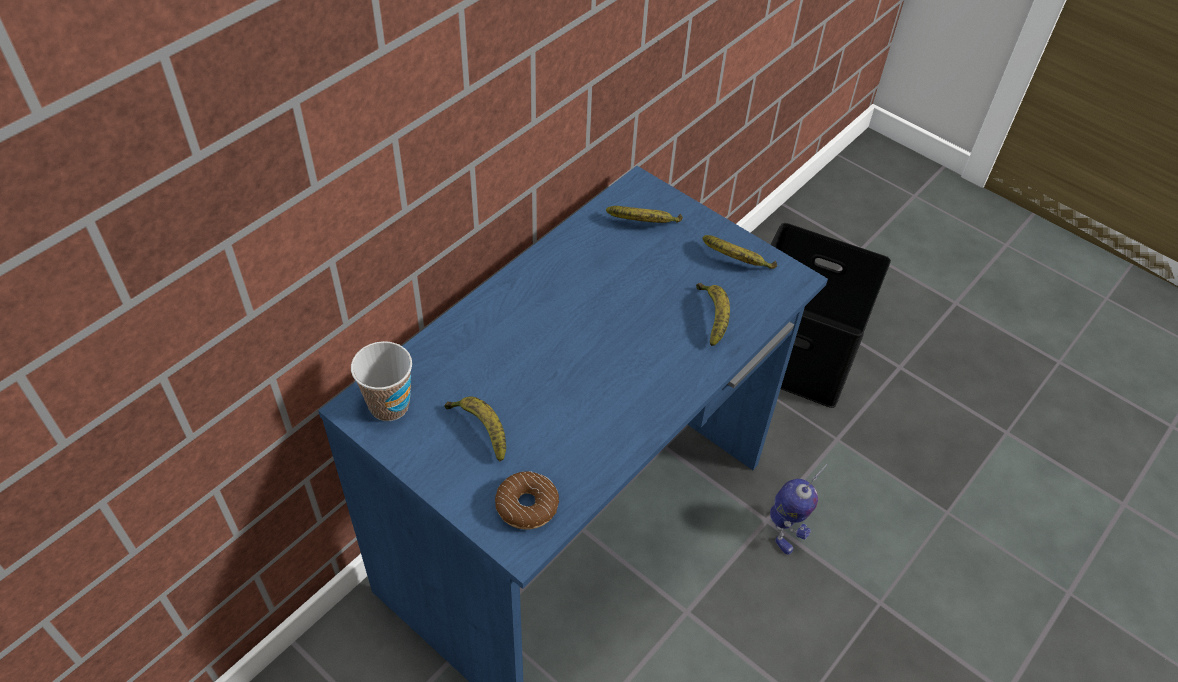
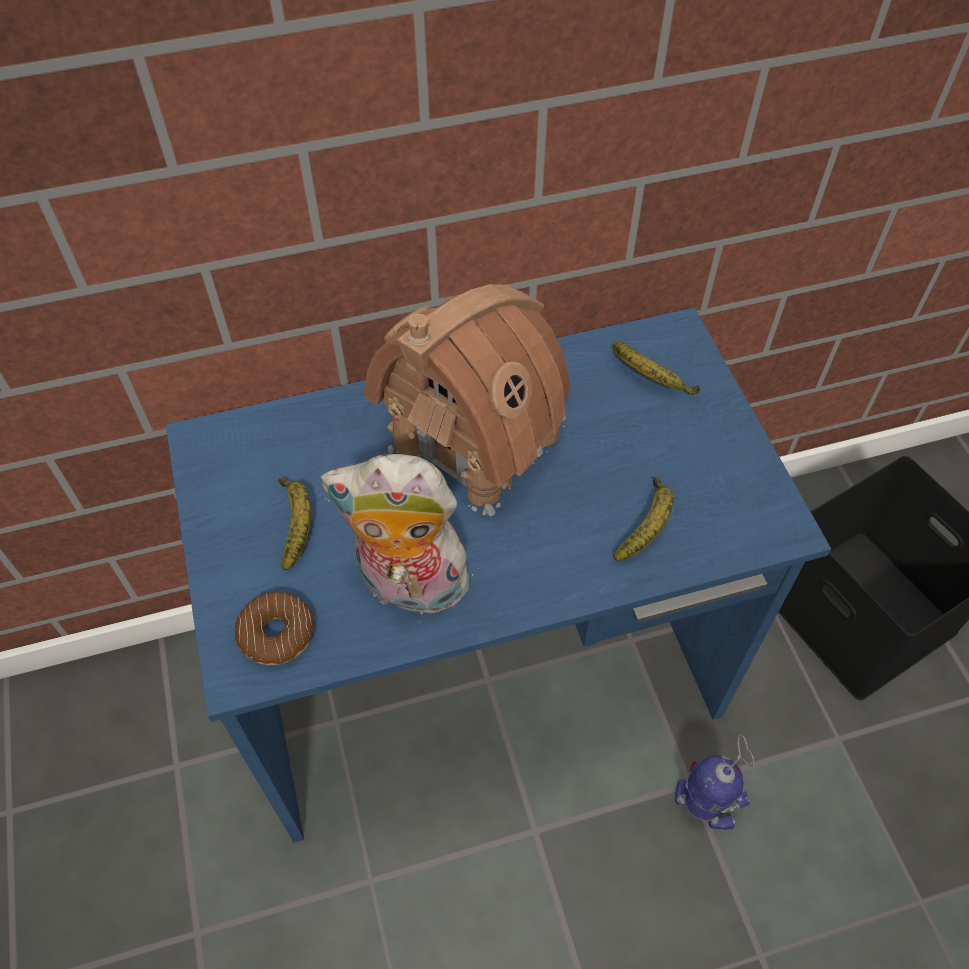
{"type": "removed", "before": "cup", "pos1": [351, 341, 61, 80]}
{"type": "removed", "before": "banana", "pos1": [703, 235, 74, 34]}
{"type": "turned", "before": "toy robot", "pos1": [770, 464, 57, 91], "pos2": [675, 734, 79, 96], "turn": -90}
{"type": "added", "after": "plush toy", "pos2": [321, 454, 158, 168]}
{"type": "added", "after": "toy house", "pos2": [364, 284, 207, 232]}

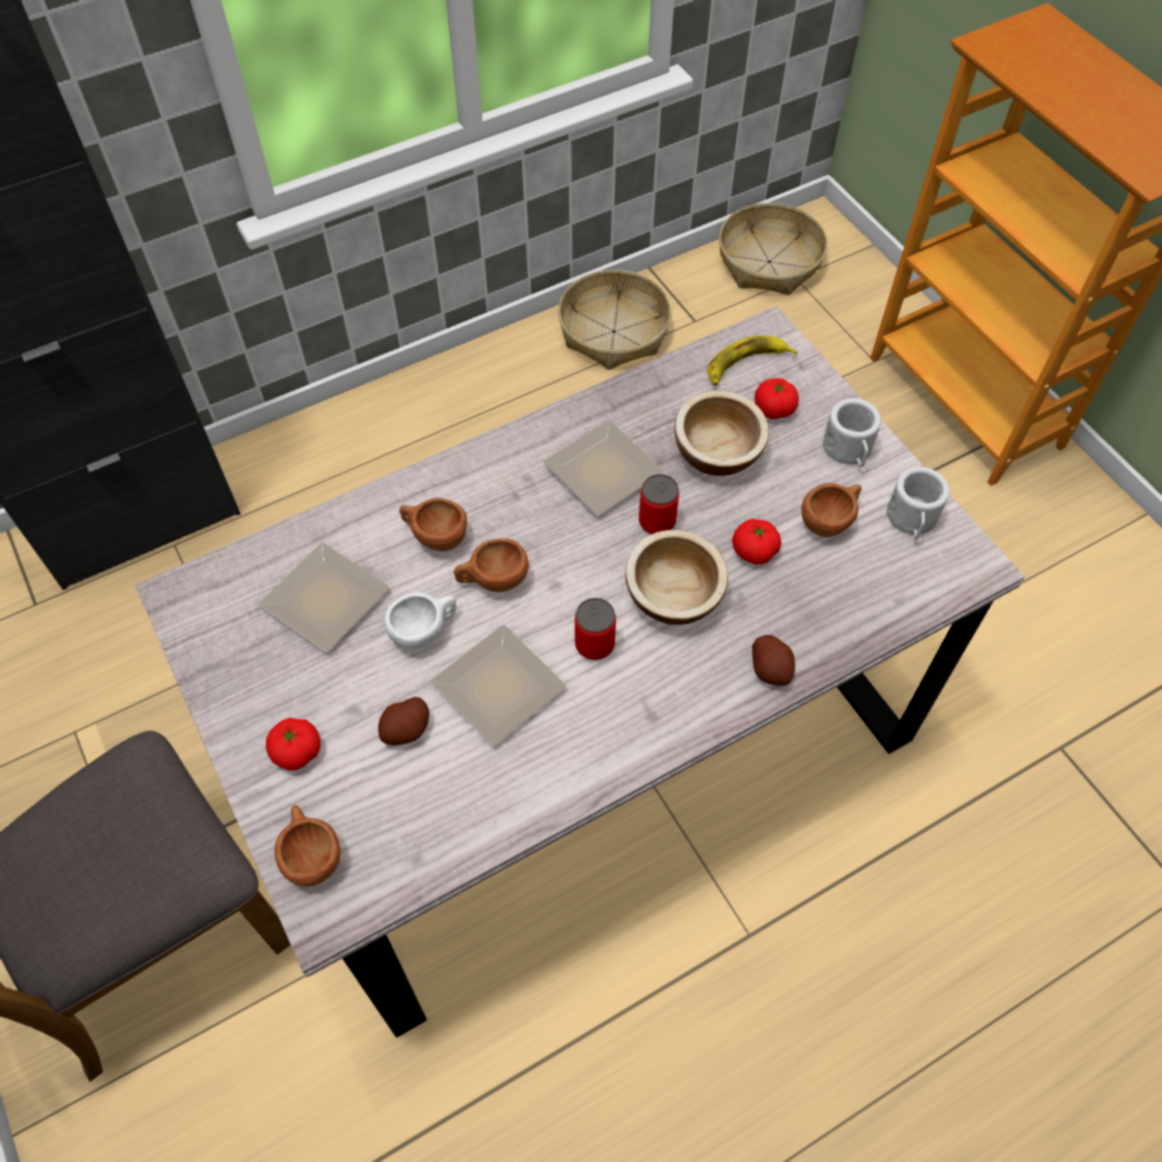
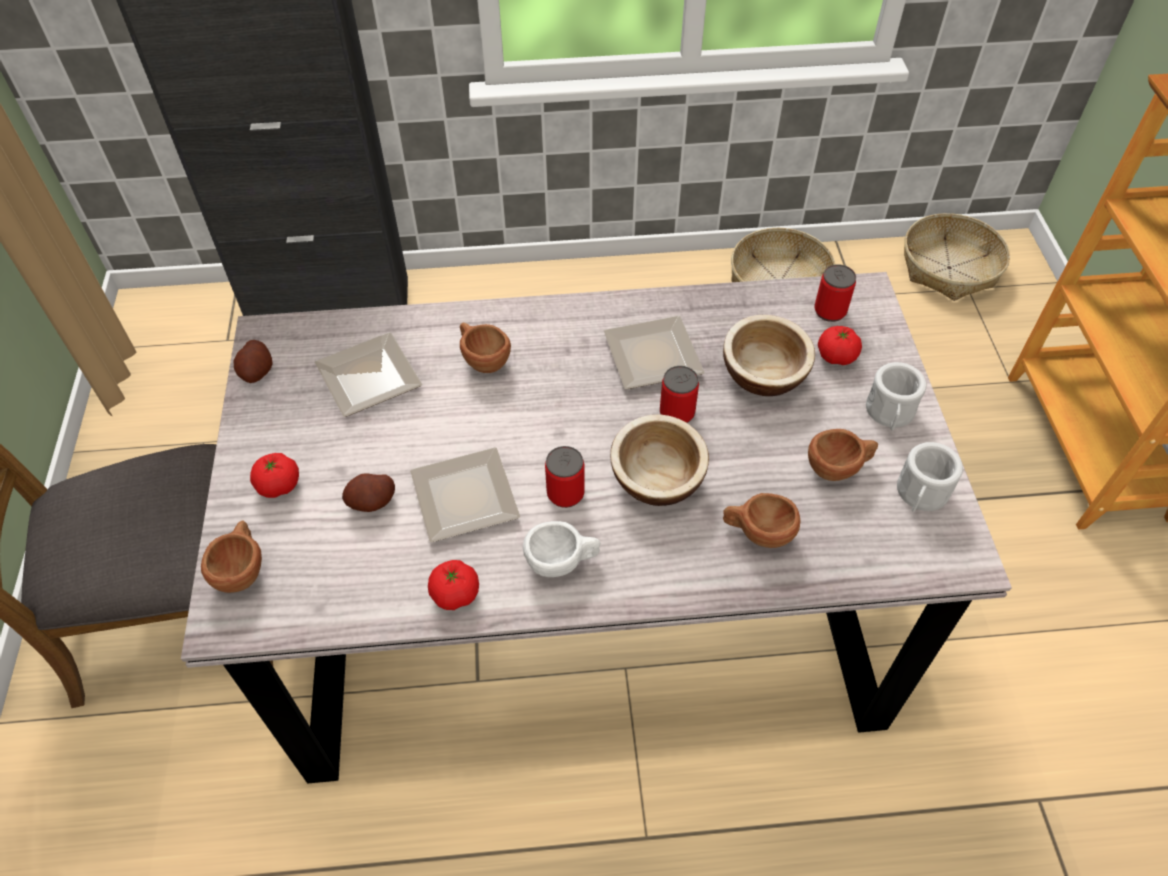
{"type": "moved", "before": "white cup", "pos1": [384, 592, 73, 58], "pos2": [523, 521, 78, 56]}
{"type": "moved", "before": "brown cup", "pos1": [454, 538, 75, 54], "pos2": [723, 493, 77, 55]}
{"type": "replaced", "before": "banana", "after": "can", "pos1": [707, 336, 91, 50], "pos2": [814, 264, 42, 58]}
{"type": "moved", "before": "tomato", "pos1": [732, 519, 49, 45], "pos2": [428, 560, 51, 50]}
{"type": "moved", "before": "potato", "pos1": [752, 635, 43, 51], "pos2": [234, 340, 38, 43]}

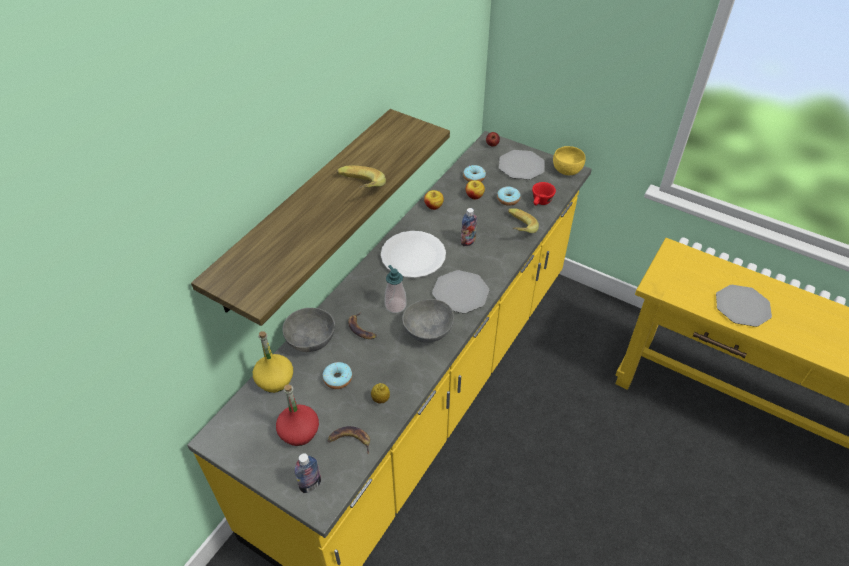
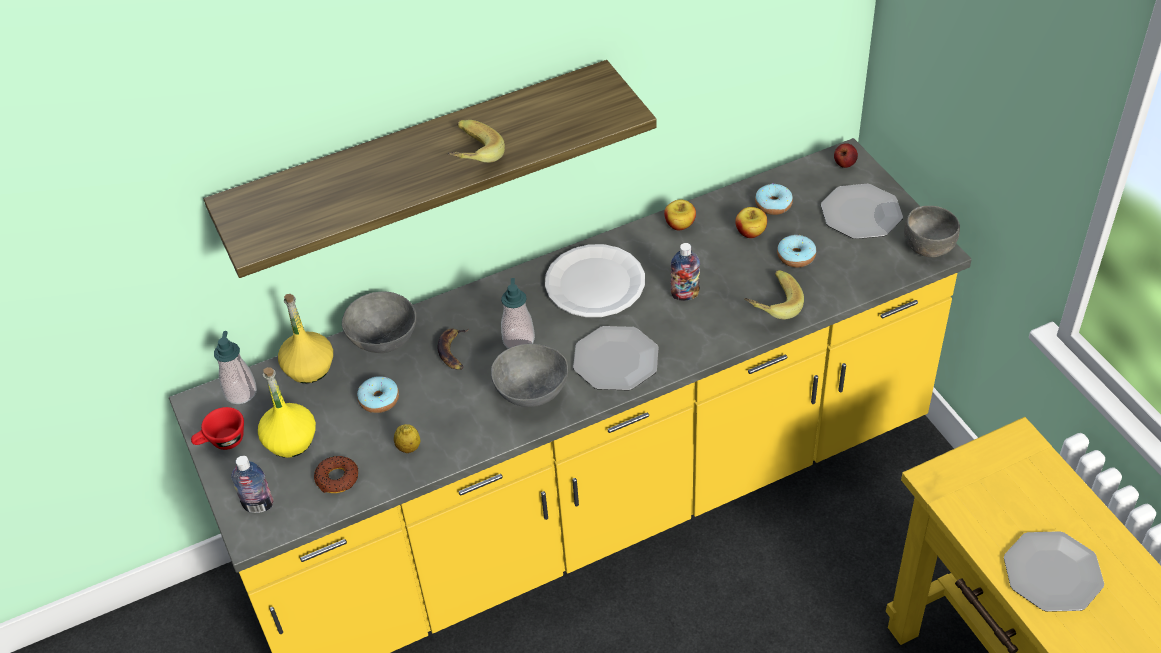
{"type": "recoloured", "before": "red bottle", "after": "yellow bottle", "pos1": [276, 384, 43, 62], "pos2": [258, 367, 58, 91]}
{"type": "replaced", "before": "banana", "after": "donut", "pos1": [328, 426, 42, 28], "pos2": [314, 456, 44, 37]}
{"type": "moved", "before": "red cup", "pos1": [532, 182, 24, 23], "pos2": [191, 407, 53, 43]}
{"type": "recoloured", "before": "yellow bowl", "after": "grey bowl", "pos1": [553, 146, 32, 29], "pos2": [904, 206, 56, 51]}
{"type": "added", "after": "soap dispenser", "pos2": [214, 331, 43, 73]}

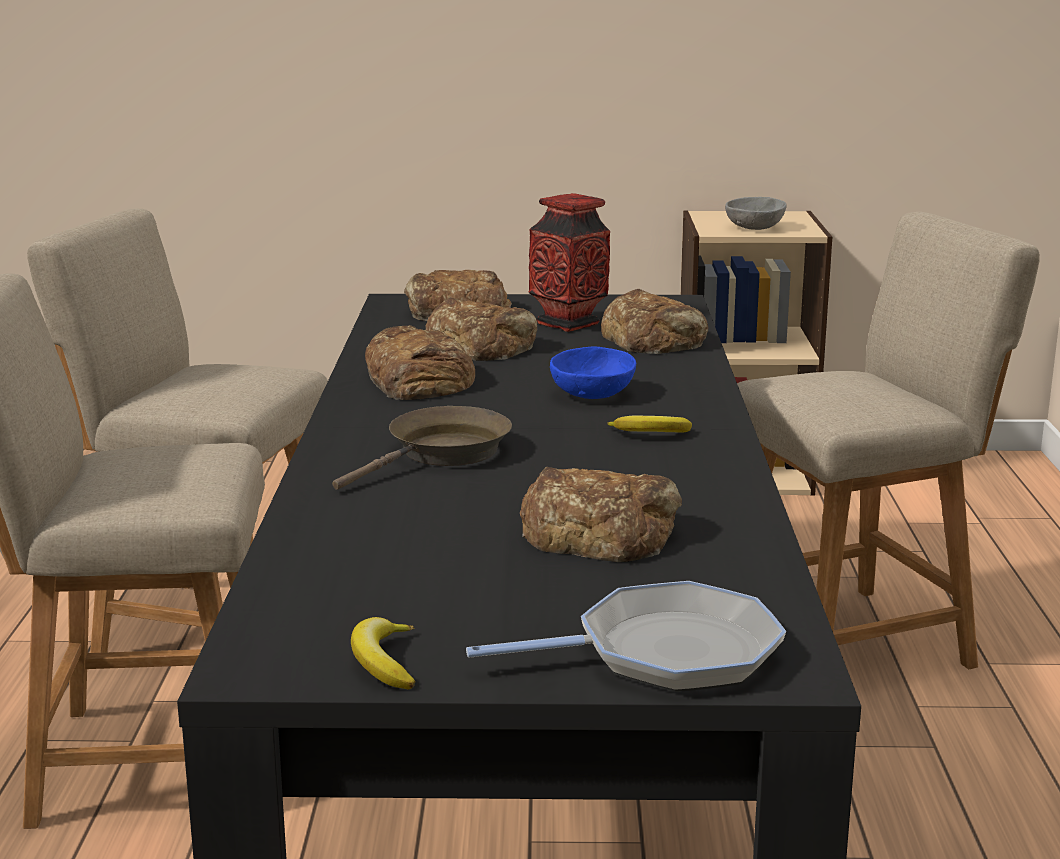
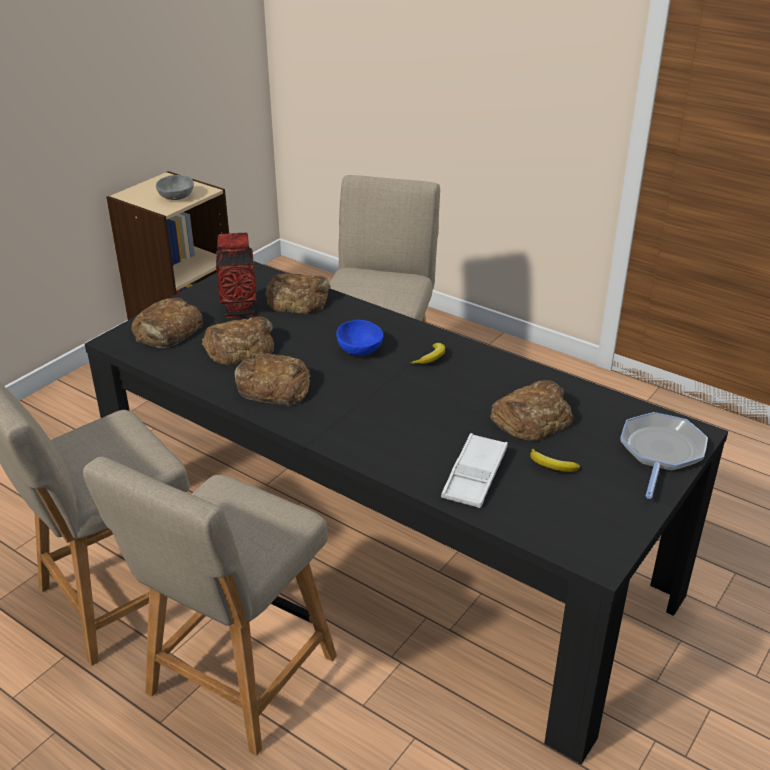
{"type": "removed", "before": "brown frying pan", "pos1": [332, 406, 180, 84]}
{"type": "moved", "before": "banana", "pos1": [351, 617, 64, 72], "pos2": [530, 449, 50, 23]}
{"type": "added", "after": "white tray", "pos2": [441, 433, 67, 75]}

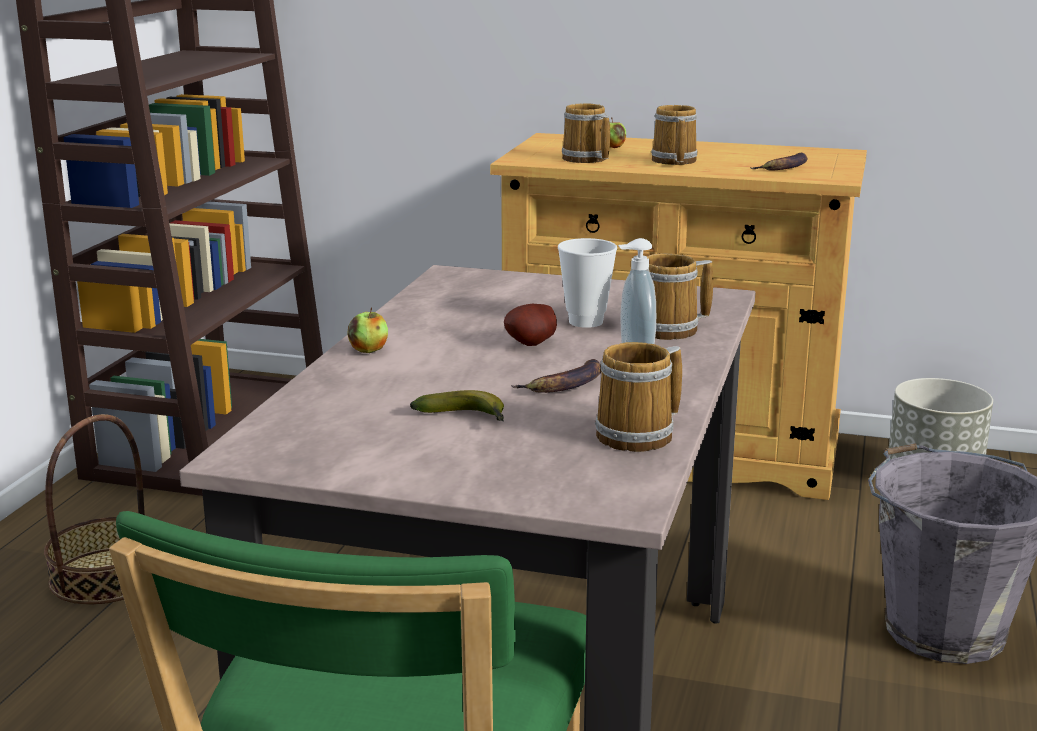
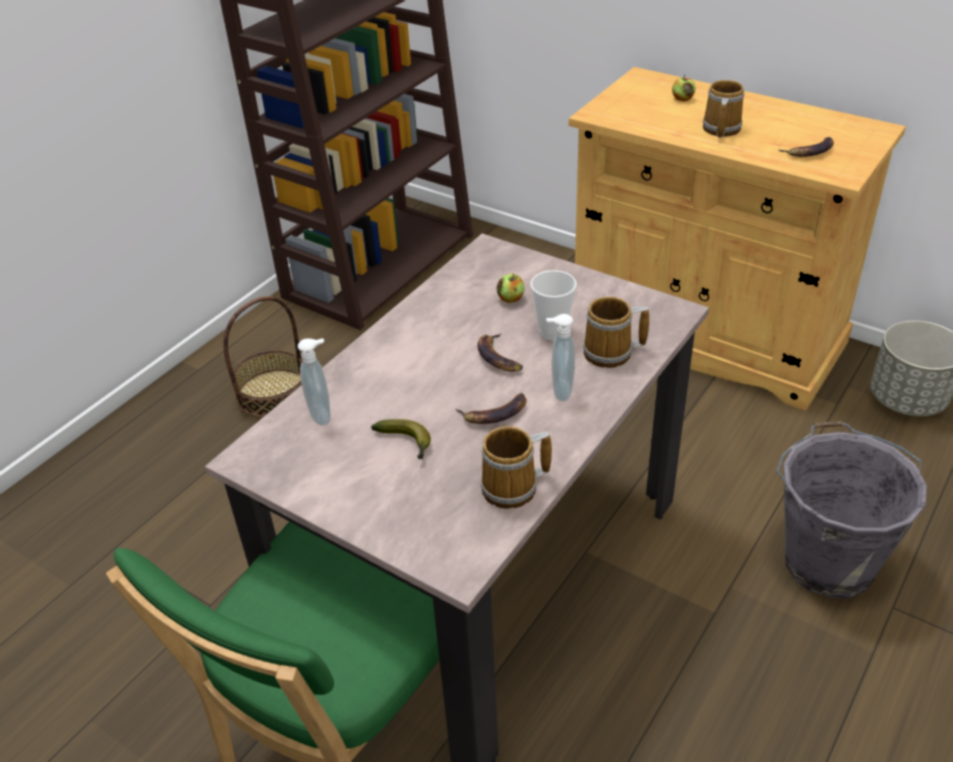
{"type": "moved", "before": "apple", "pos1": [348, 307, 40, 46], "pos2": [496, 274, 29, 29]}
{"type": "replaced", "before": "potato", "after": "banana", "pos1": [504, 304, 53, 42], "pos2": [477, 333, 46, 39]}
{"type": "removed", "before": "mug", "pos1": [562, 104, 48, 59]}
{"type": "added", "after": "soap dispenser", "pos2": [298, 338, 32, 88]}

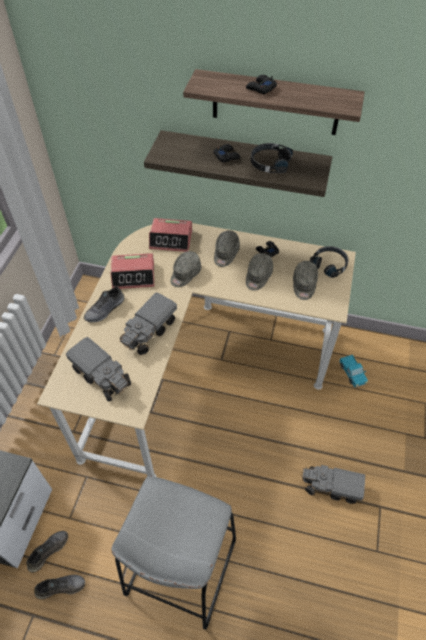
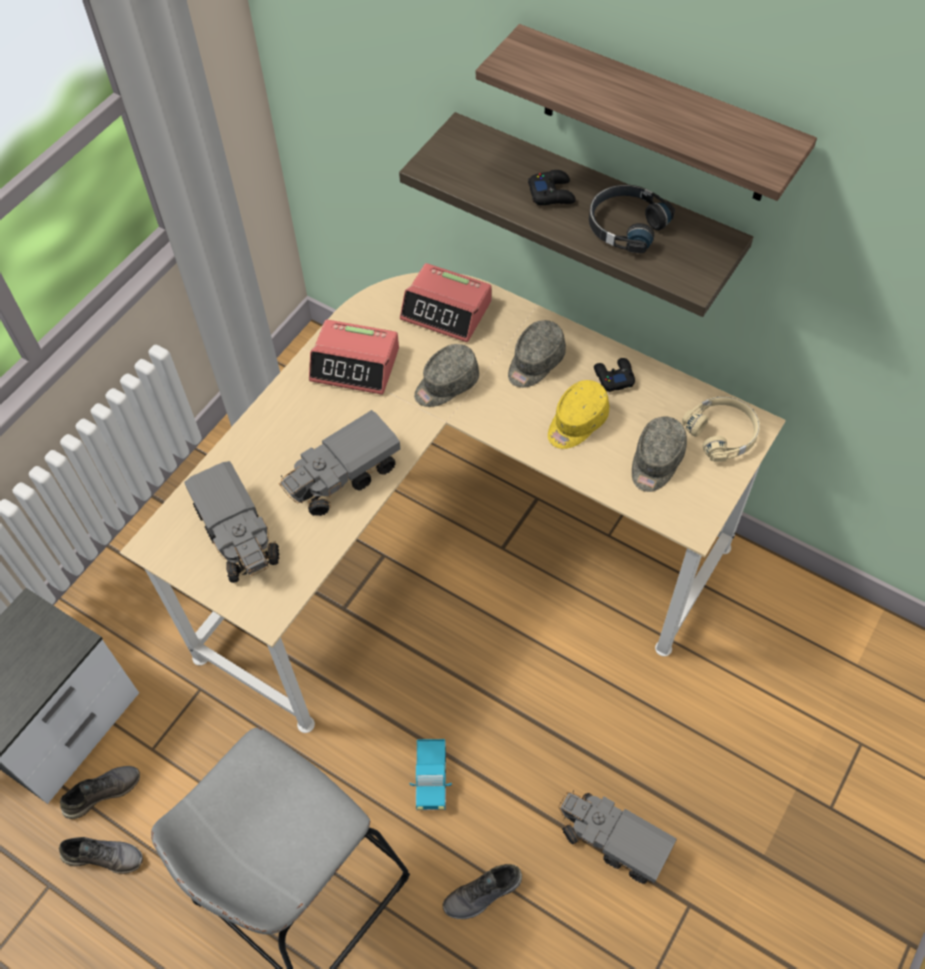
{"type": "moved", "before": "grey shoe", "pos1": [84, 287, 41, 35], "pos2": [442, 864, 80, 55]}
{"type": "removed", "before": "black game controller", "pos1": [246, 75, 31, 19]}
{"type": "recoloured", "before": "grey cap", "after": "yellow cap", "pos1": [246, 253, 27, 38], "pos2": [548, 380, 61, 69]}
{"type": "recoloured", "before": "black headphones", "after": "beige headphones", "pos1": [310, 246, 39, 32], "pos2": [682, 396, 78, 66]}
{"type": "moved", "before": "toy truck", "pos1": [339, 355, 29, 33], "pos2": [409, 739, 43, 71]}

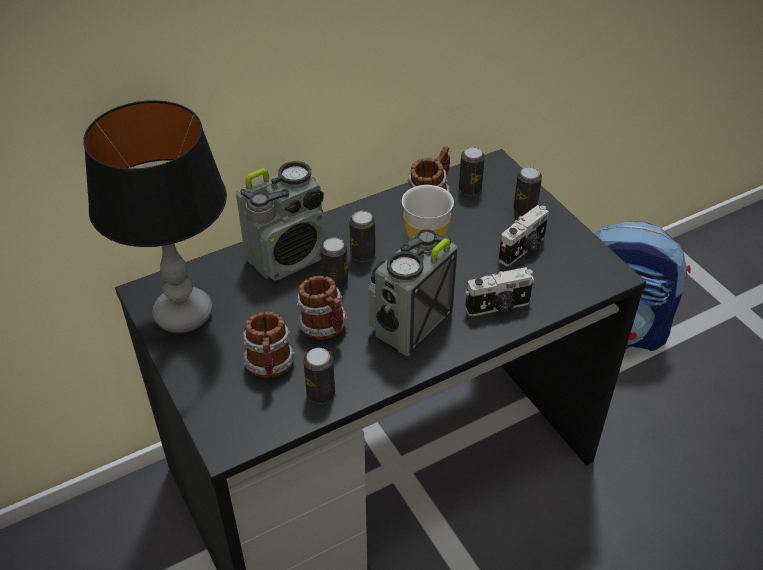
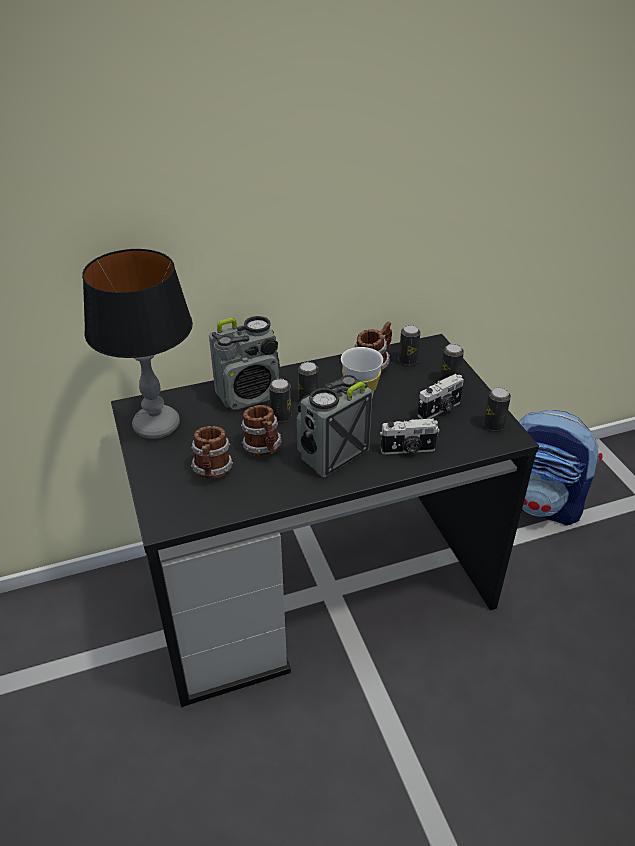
{"type": "moved", "before": "can", "pos1": [303, 348, 32, 55], "pos2": [484, 387, 27, 44]}

